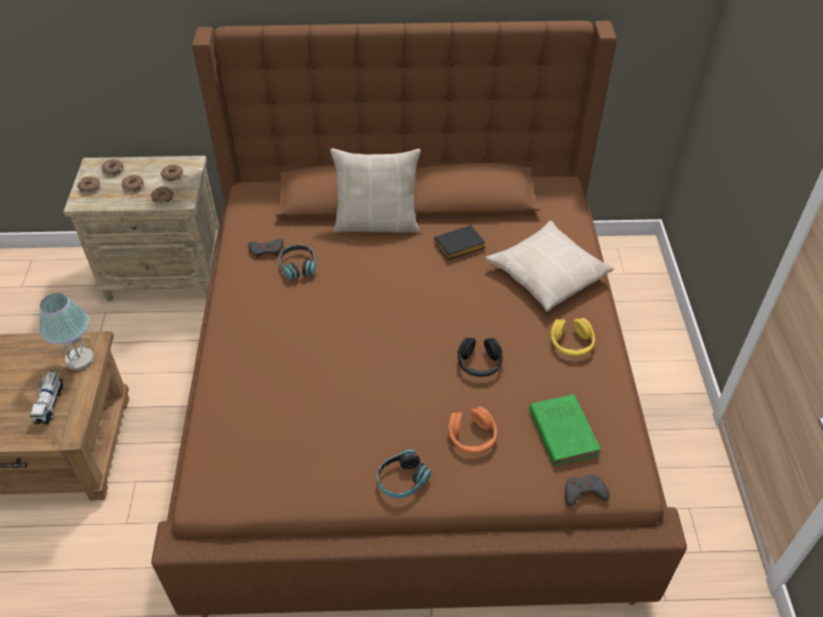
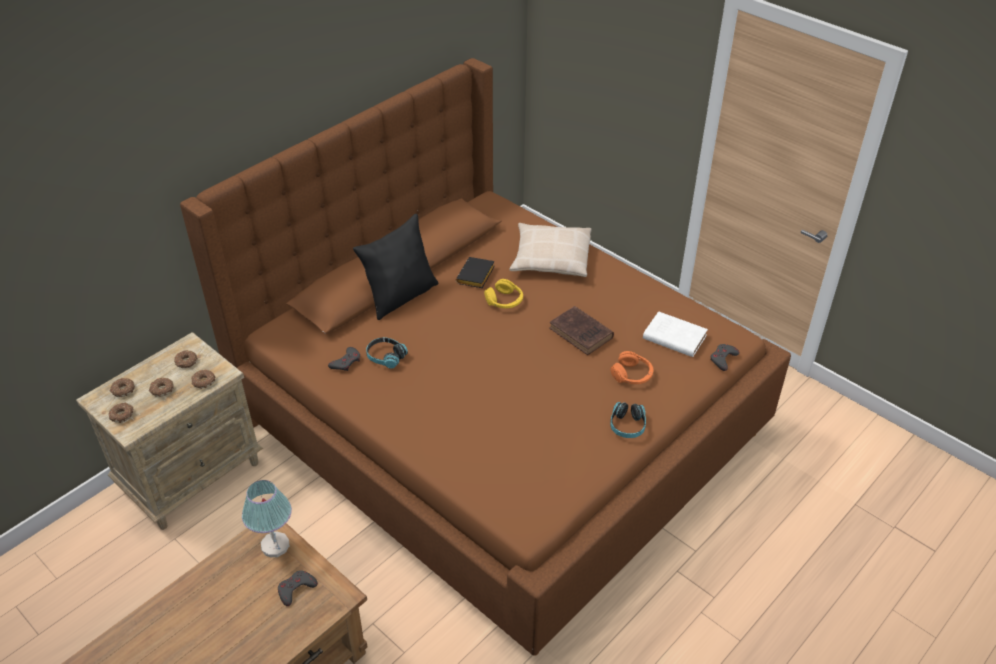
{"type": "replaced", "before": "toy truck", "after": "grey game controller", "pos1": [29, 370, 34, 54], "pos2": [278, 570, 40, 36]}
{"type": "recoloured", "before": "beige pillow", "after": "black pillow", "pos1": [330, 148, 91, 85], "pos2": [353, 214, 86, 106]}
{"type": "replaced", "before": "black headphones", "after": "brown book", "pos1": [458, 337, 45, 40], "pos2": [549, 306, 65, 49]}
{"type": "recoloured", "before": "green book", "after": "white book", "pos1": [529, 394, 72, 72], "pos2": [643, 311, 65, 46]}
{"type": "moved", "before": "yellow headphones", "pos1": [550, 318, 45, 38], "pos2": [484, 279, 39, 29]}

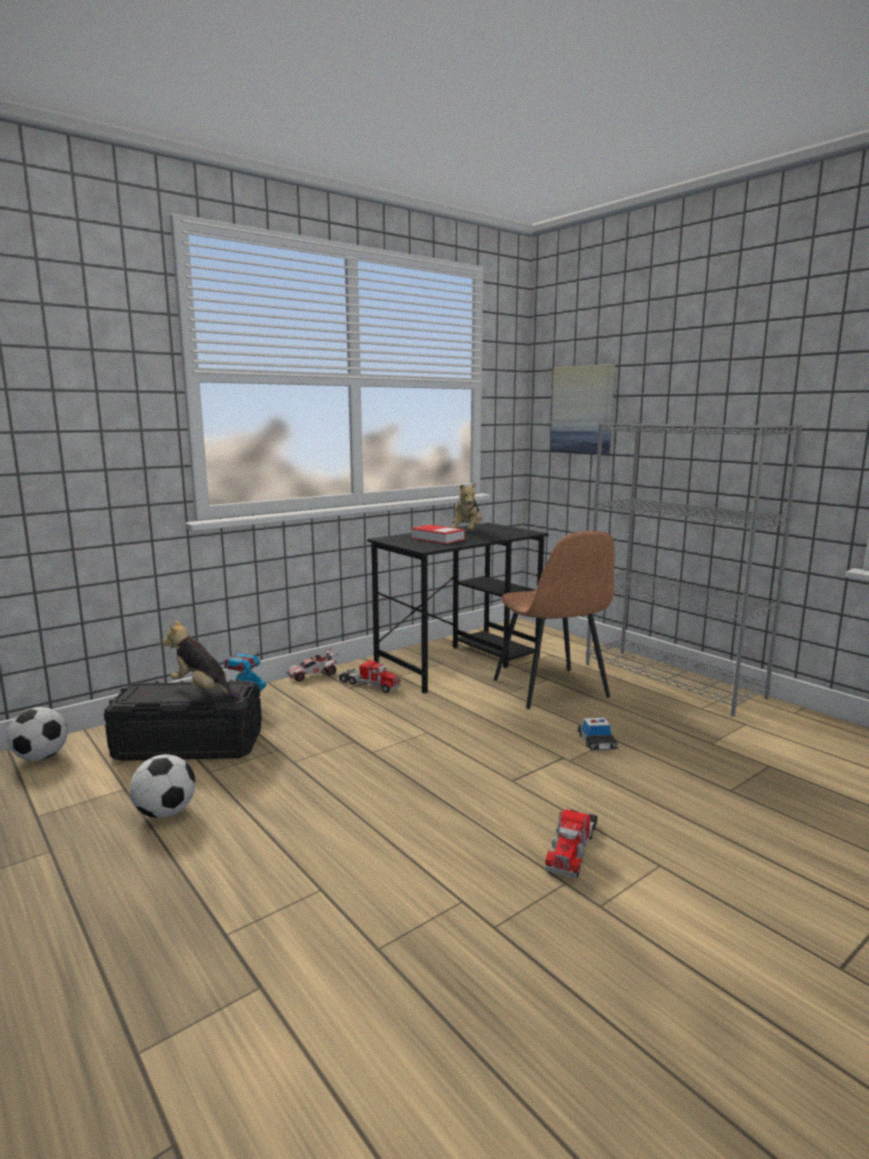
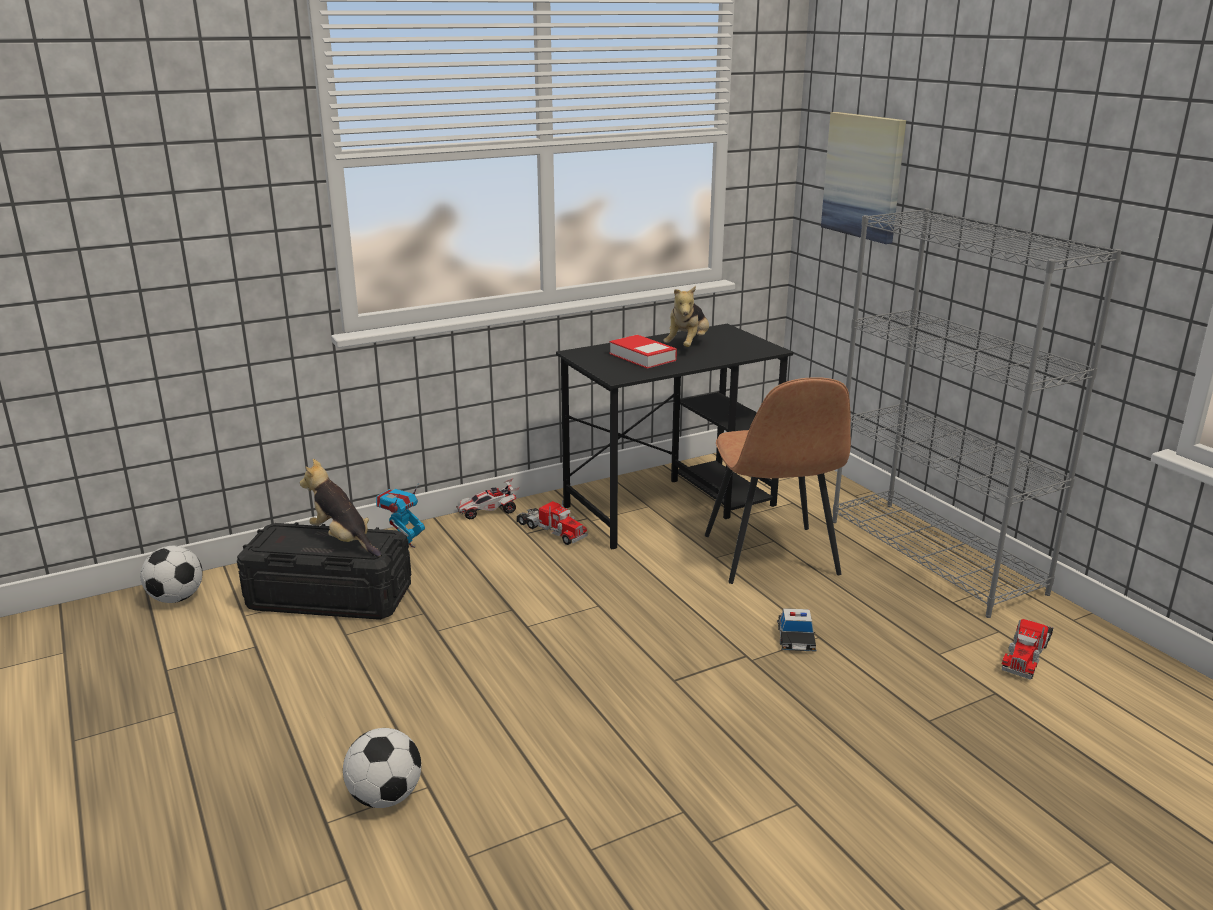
{"type": "moved", "before": "football", "pos1": [130, 754, 66, 64], "pos2": [343, 728, 78, 80]}
{"type": "moved", "before": "toy truck", "pos1": [545, 809, 53, 70], "pos2": [1002, 619, 52, 61]}

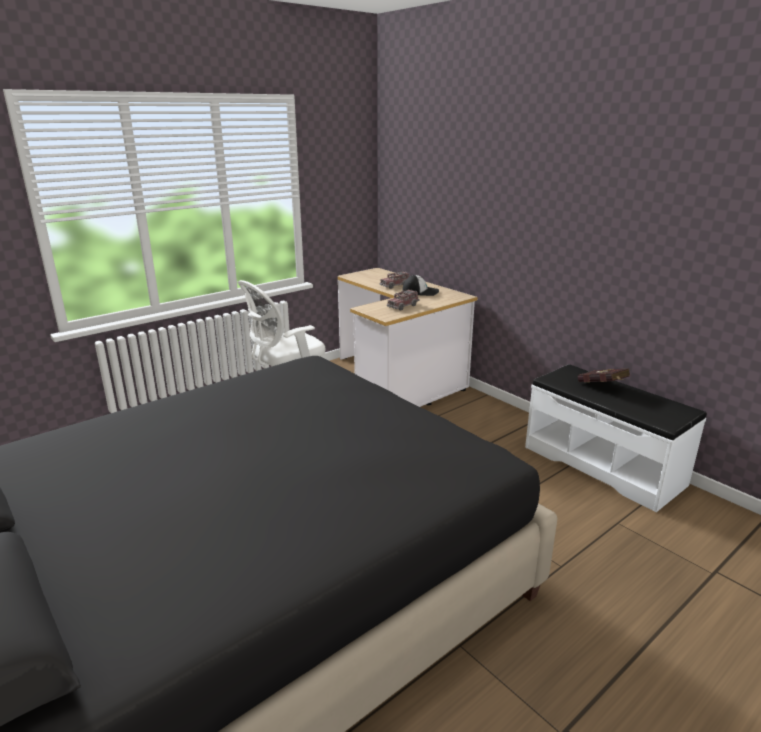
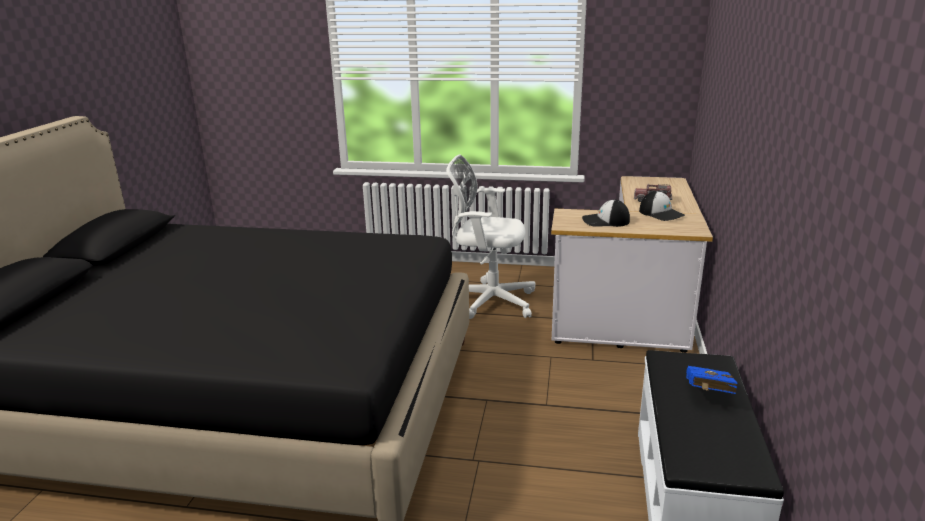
{"type": "replaced", "before": "toy truck", "after": "cap", "pos1": [387, 289, 33, 21], "pos2": [582, 199, 48, 28]}
{"type": "recoloured", "before": "red book", "after": "blue book", "pos1": [578, 369, 52, 13], "pos2": [686, 366, 51, 28]}

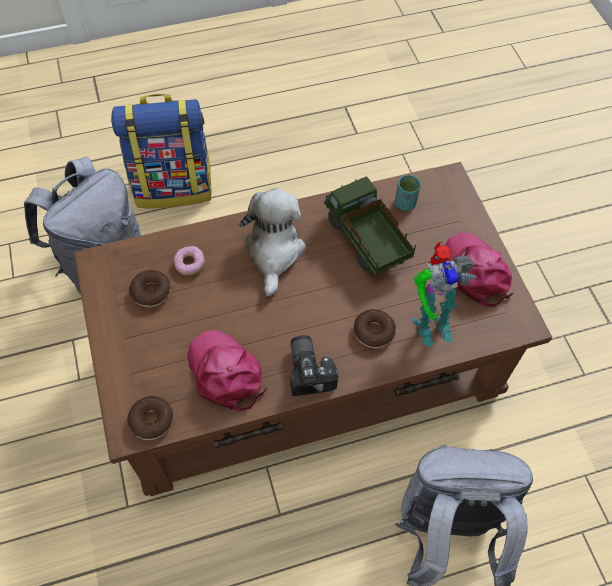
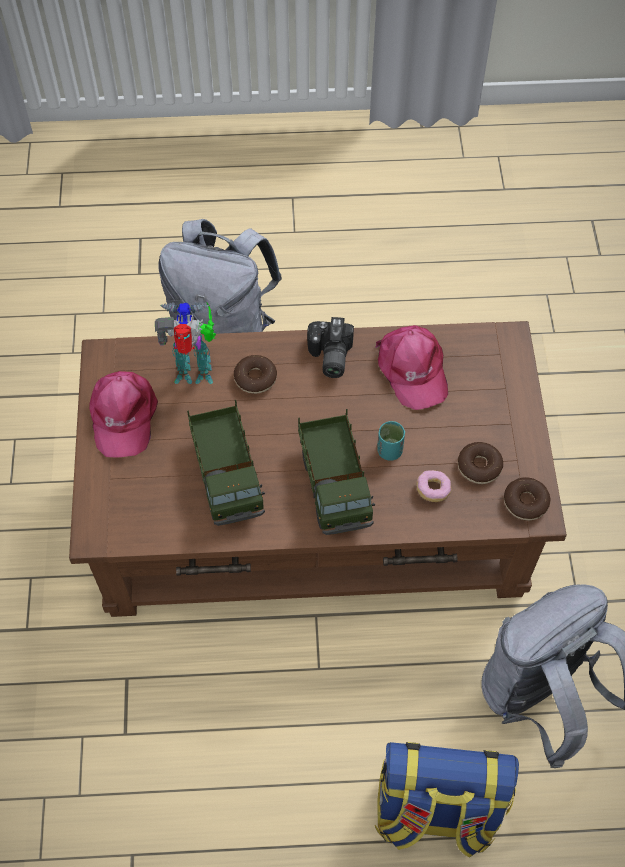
{"type": "moved", "before": "donut", "pos1": [127, 396, 46, 44], "pos2": [504, 477, 46, 44]}
{"type": "replaced", "before": "plush toy", "after": "toy truck", "pos1": [239, 188, 67, 109], "pos2": [298, 409, 77, 126]}
{"type": "moved", "before": "turquoise cup", "pos1": [395, 175, 26, 36], "pos2": [377, 421, 28, 39]}

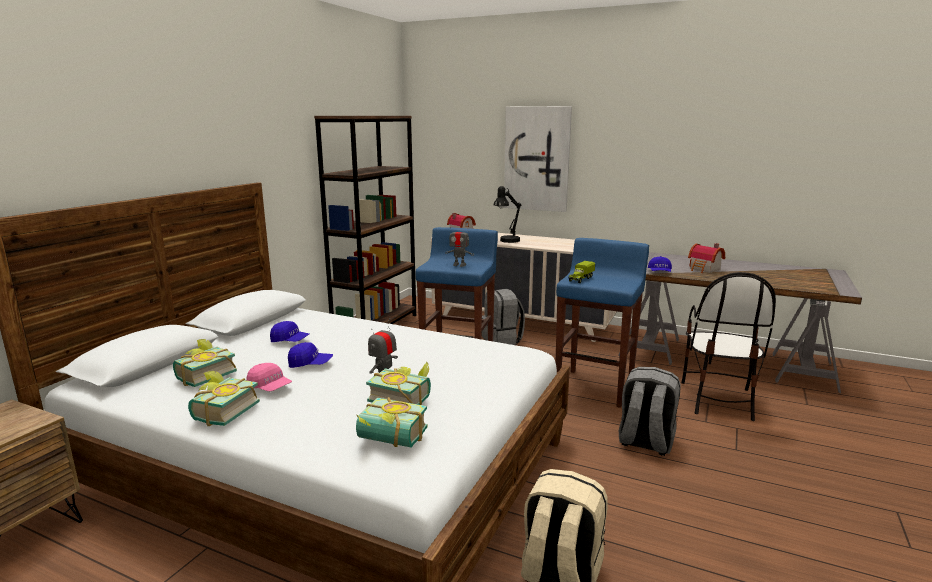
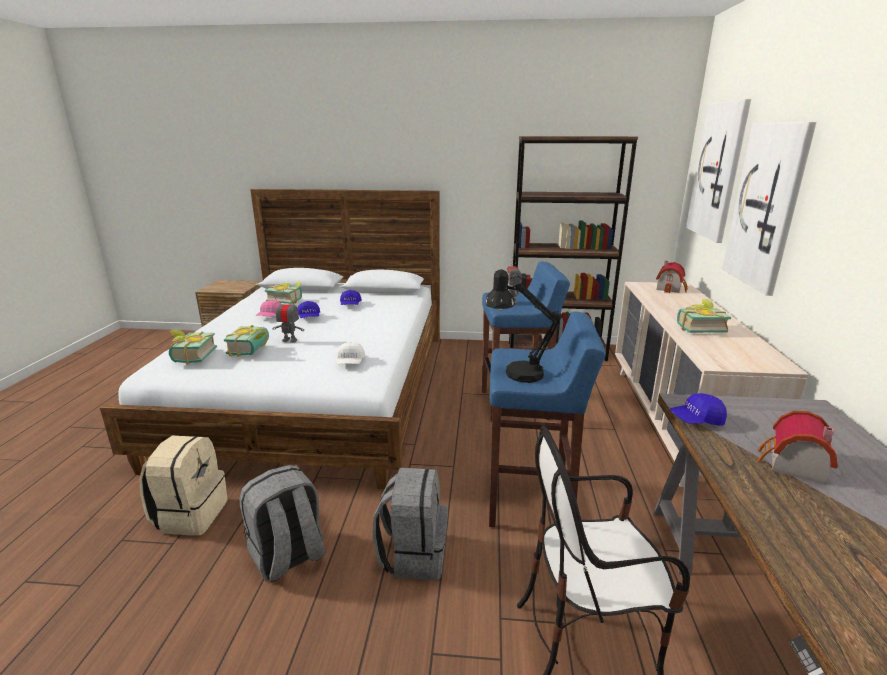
{"type": "moved", "before": "book", "pos1": [188, 371, 72, 55], "pos2": [677, 299, 54, 34]}
{"type": "moved", "before": "grey backpack", "pos1": [482, 289, 43, 56], "pos2": [239, 465, 87, 117]}
{"type": "moved", "before": "black table lamp", "pos1": [494, 186, 27, 57], "pos2": [485, 269, 77, 114]}
{"type": "removed", "before": "toy truck", "pos1": [569, 261, 26, 22]}
{"type": "added", "after": "white cap", "pos2": [336, 342, 29, 22]}
{"type": "added", "after": "picture", "pos2": [686, 99, 65, 144]}

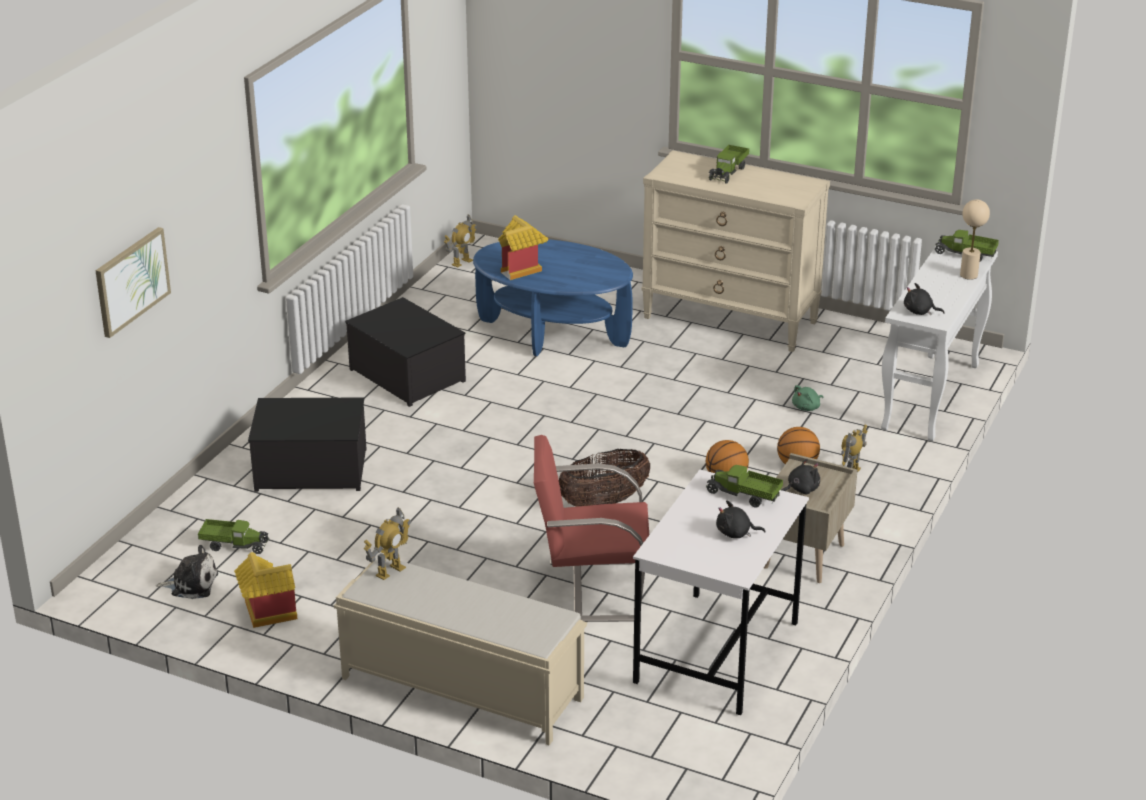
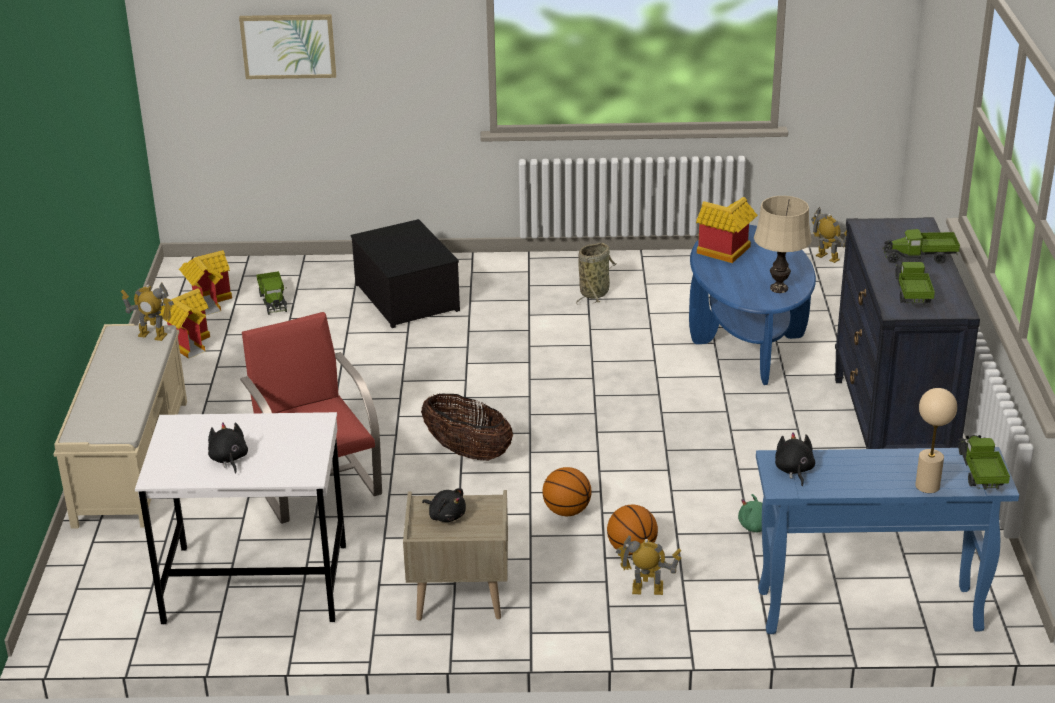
{"type": "replaced", "before": "plush toy", "after": "toy house", "pos1": [156, 545, 62, 54], "pos2": [179, 250, 53, 65]}
{"type": "replaced", "before": "storage box", "after": "basket", "pos1": [345, 297, 121, 110], "pos2": [576, 243, 40, 62]}
{"type": "turned", "before": "toy robot", "pos1": [444, 214, 33, 53], "pos2": [811, 207, 36, 56], "turn": -150}
{"type": "recoloured", "before": "beige dresser", "after": "black dresser", "pos1": [641, 150, 189, 202], "pos2": [834, 217, 146, 232]}
{"type": "moved", "before": "toy truck", "pos1": [707, 465, 76, 43], "pos2": [895, 261, 40, 43]}
{"type": "recoloured", "before": "white console table", "after": "blue console table", "pos1": [881, 245, 117, 196], "pos2": [756, 447, 263, 187]}
{"type": "added", "after": "beige table lamp", "pos2": [754, 196, 58, 97]}

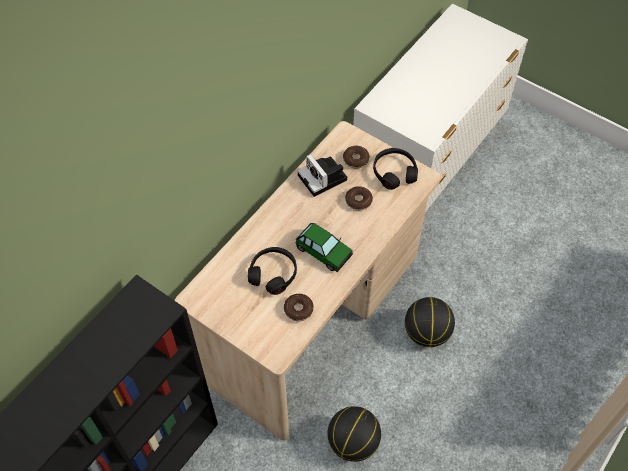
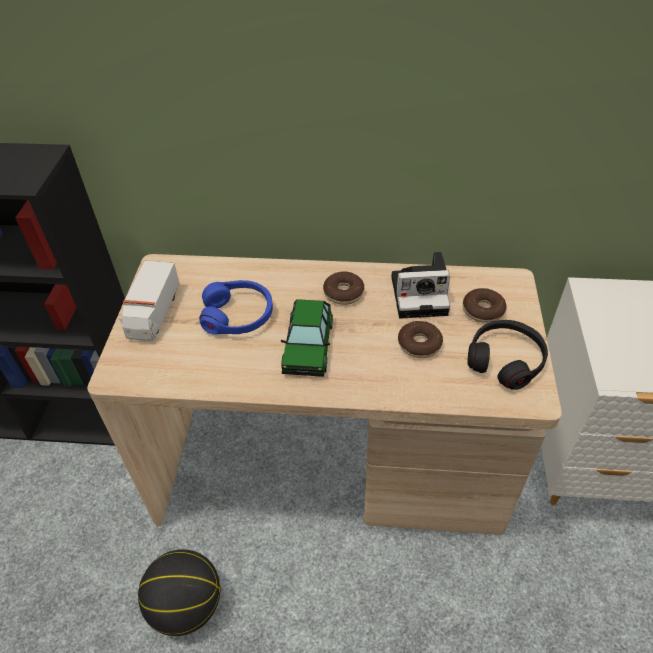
{"type": "recoloured", "before": "black headphones", "after": "blue headphones", "pos1": [248, 247, 49, 48], "pos2": [199, 280, 74, 55]}
{"type": "moved", "before": "donut", "pos1": [284, 294, 30, 28], "pos2": [323, 271, 41, 34]}
{"type": "turned", "before": "photo camera", "pos1": [298, 154, 49, 43], "pos2": [391, 252, 59, 67], "turn": -120}
{"type": "removed", "before": "basketball", "pos1": [405, 297, 50, 50]}
{"type": "added", "after": "toy truck", "pos2": [119, 261, 60, 80]}

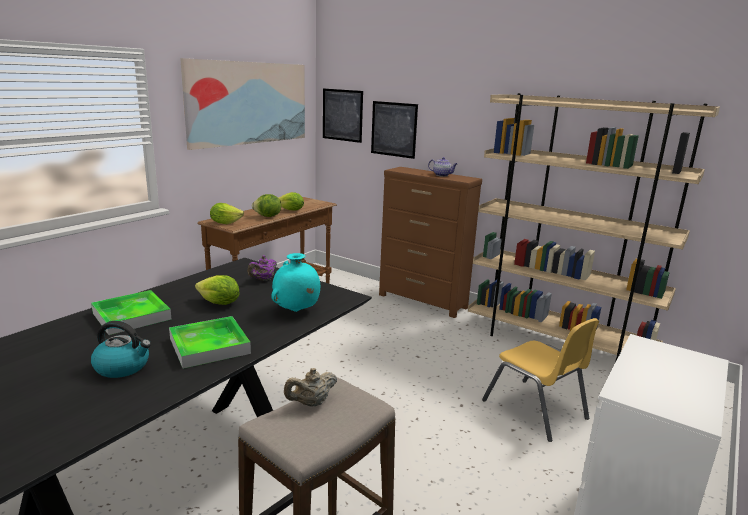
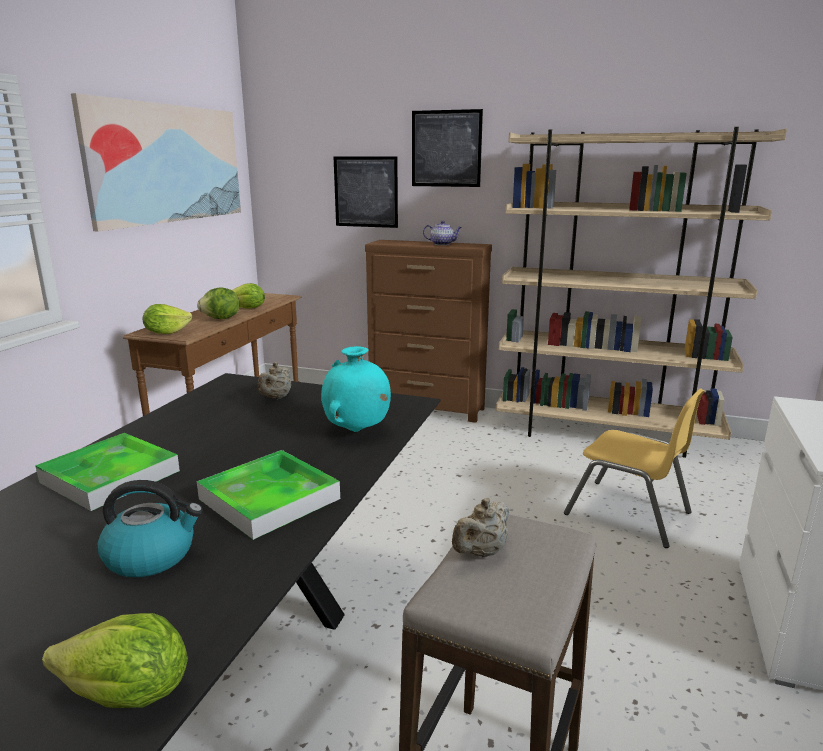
{"type": "moved", "before": "lettuce", "pos1": [195, 275, 45, 30], "pos2": [42, 613, 146, 95]}
{"type": "recoloured", "before": "purple teapot", "after": "beige teapot", "pos1": [248, 255, 29, 26], "pos2": [258, 362, 33, 37]}
{"type": "moved", "before": "picture", "pos1": [323, 89, 40, 54], "pos2": [412, 109, 71, 78]}

